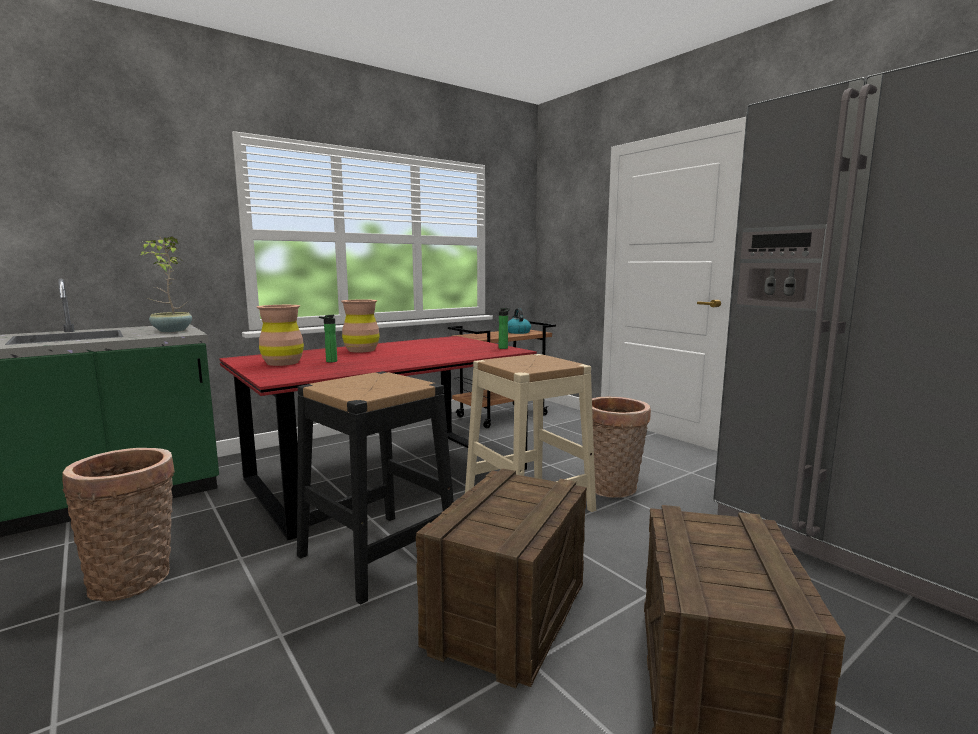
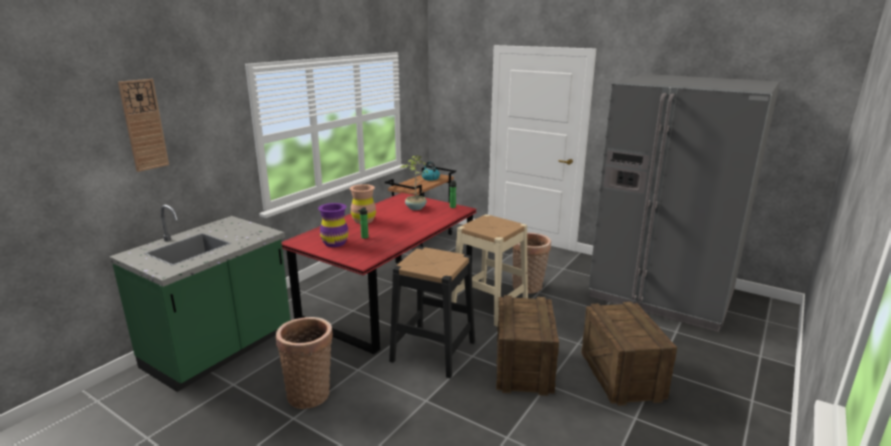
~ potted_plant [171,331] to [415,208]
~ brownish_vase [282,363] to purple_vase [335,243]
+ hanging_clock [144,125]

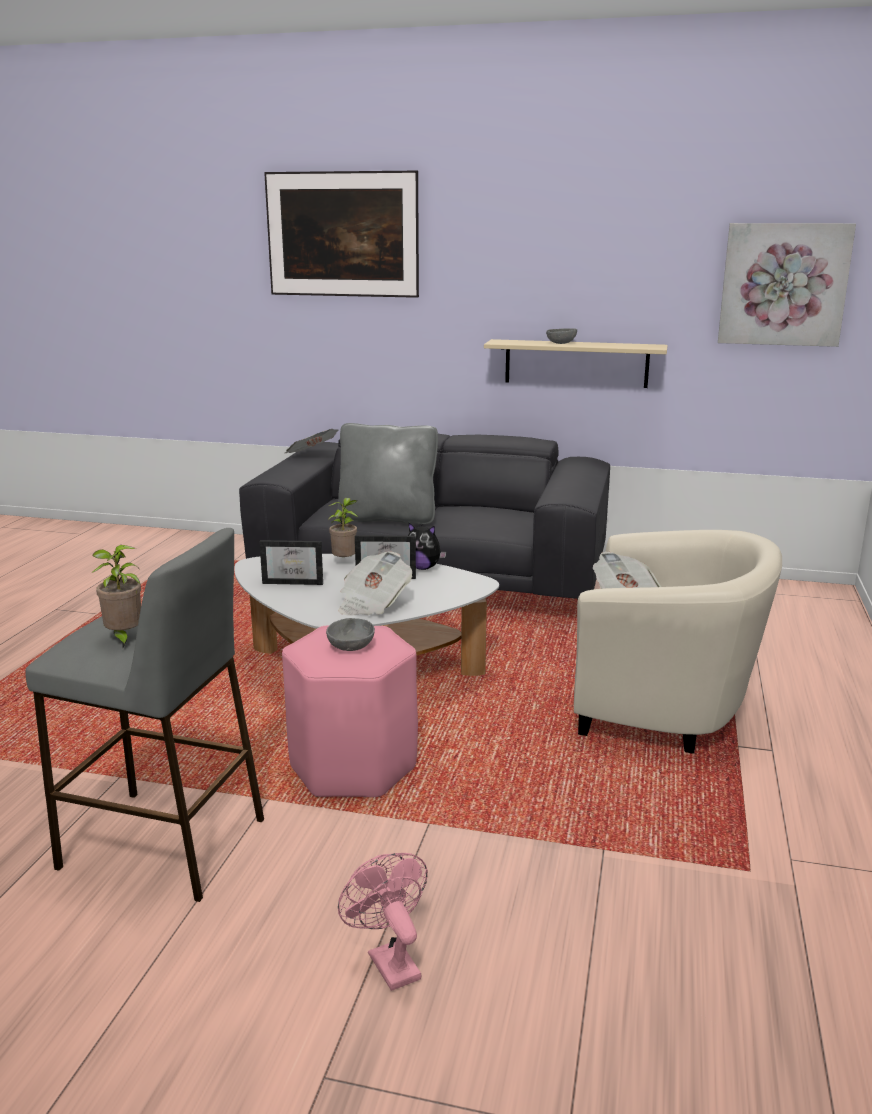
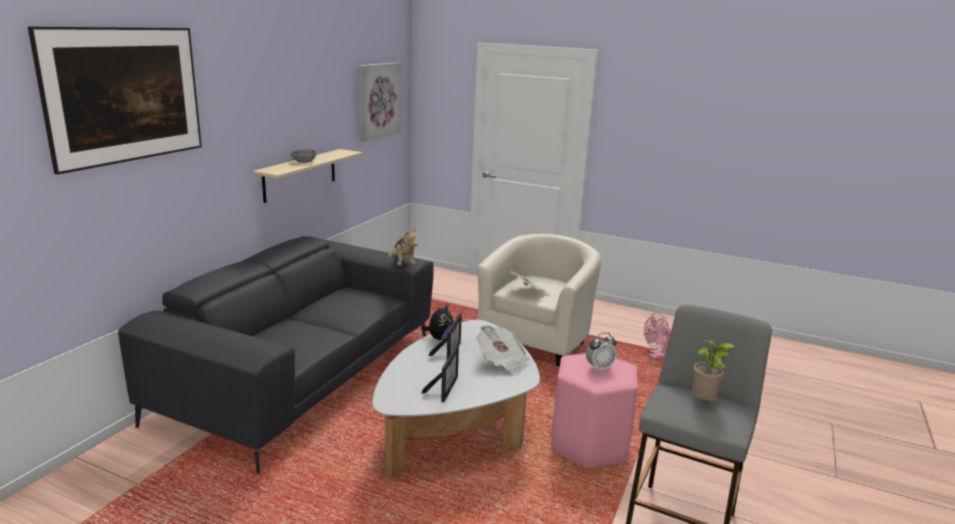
- newspaper [311,456]
~ grey_serving_bowl [352,647] to table_clock [599,368]
- potted_plant [345,562]
- grey_pillow [387,518]
~ pink_electric_fan [389,960] to [656,356]
+ soft_toy [402,264]

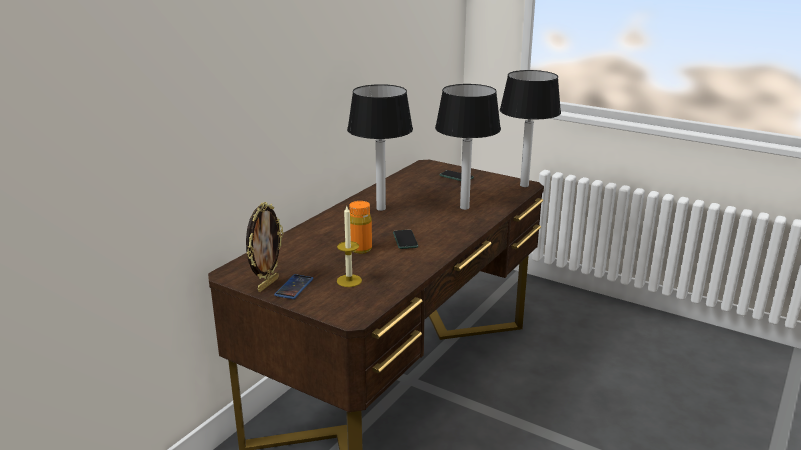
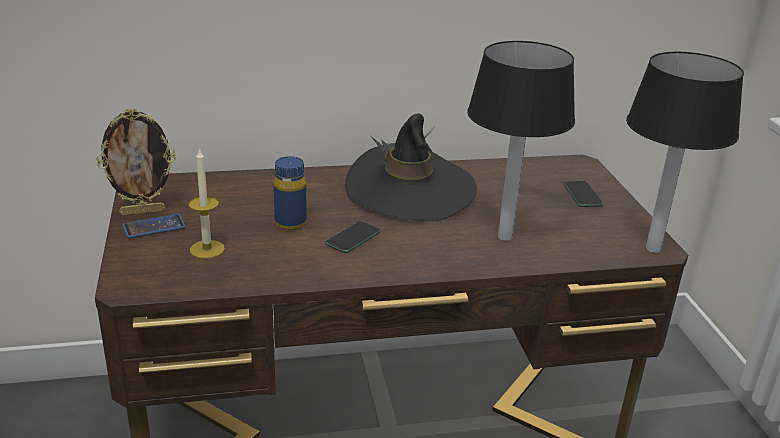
~ lamp_for_a_table [381,208] to black_wearable_hat [410,190]
~ orange_beverage_bottle [360,249] to bluish_beverage_bottle [290,223]

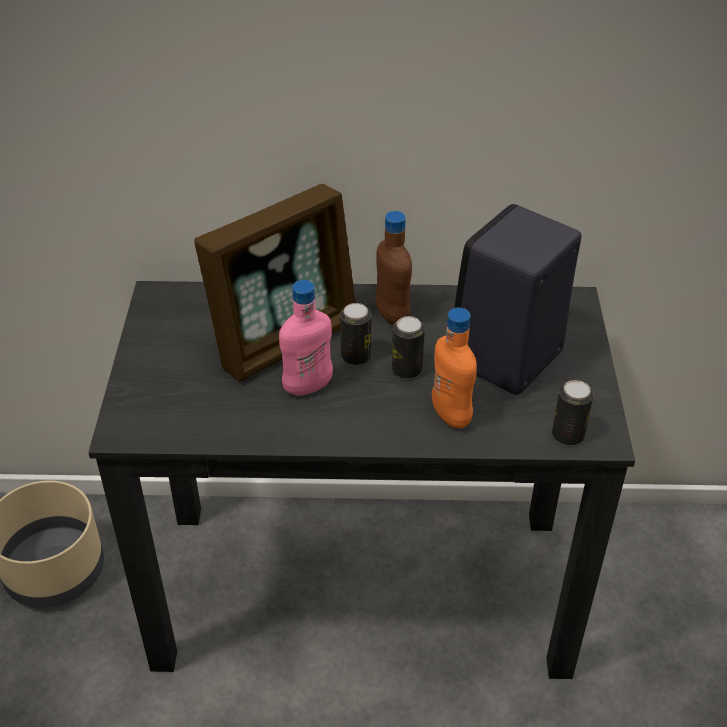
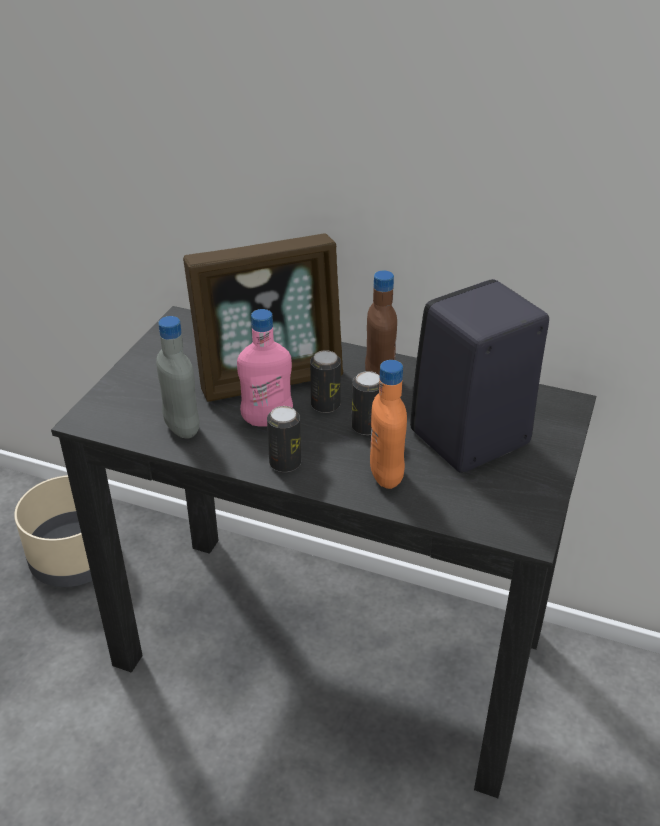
~ sealed_can [568,435] to [285,463]
+ grey_beverage_bottle [182,428]

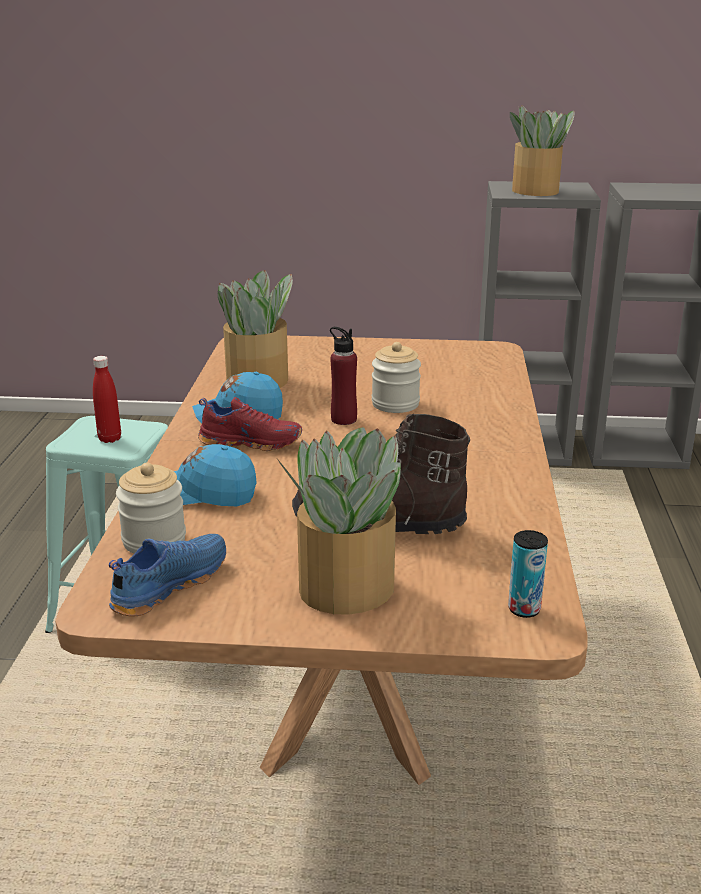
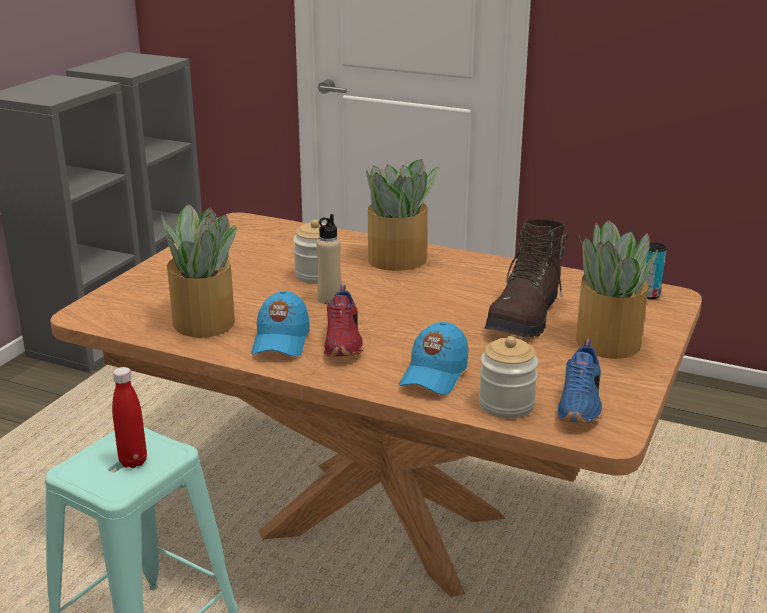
~ bluish_low_shoe [168,585] = [581,405] 135 degrees counterclockwise
~ red_low_shoe [251,442] = [344,342] 150 degrees clockwise
~ red_beverage_bottle [343,419] to beige_beverage_bottle [329,299]
~ potted_plant [535,191] to [398,260]

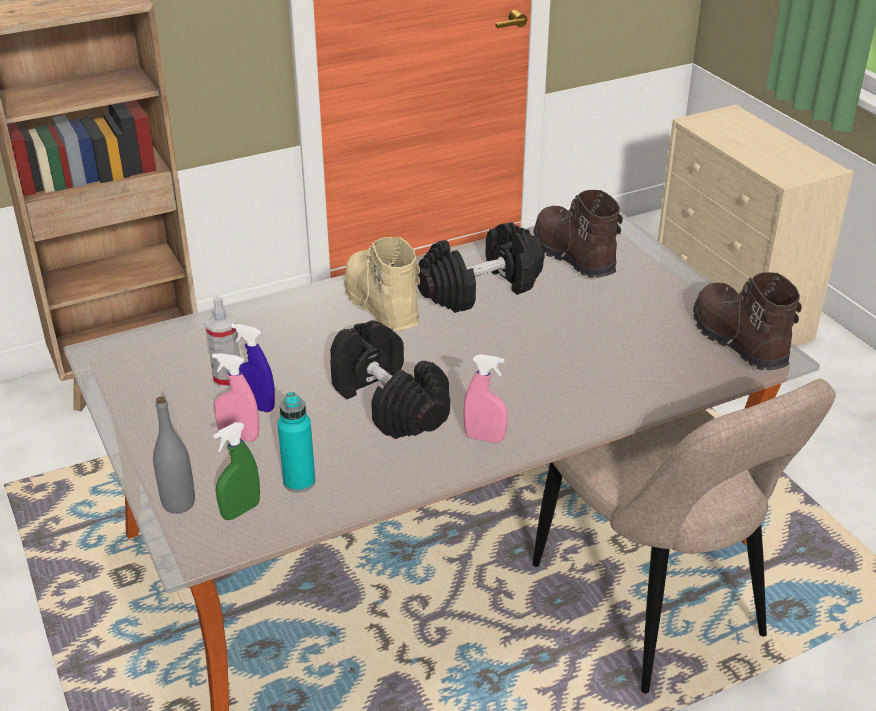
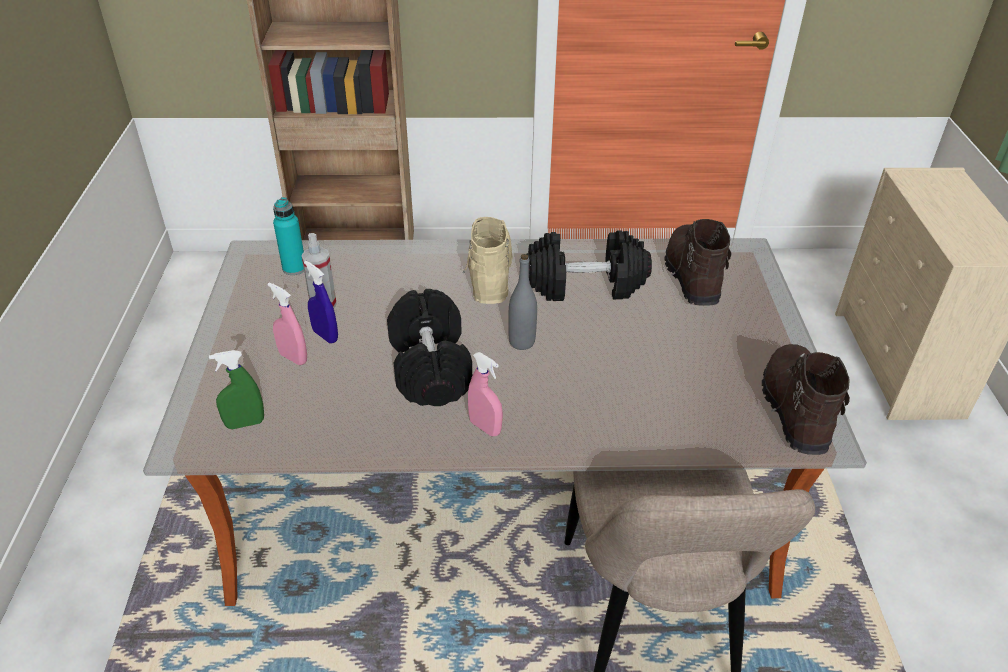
~ grey_beverage_bottle [178,503] to [521,342]
~ turquoise-coloured_beverage_bottle [299,482] to [294,268]

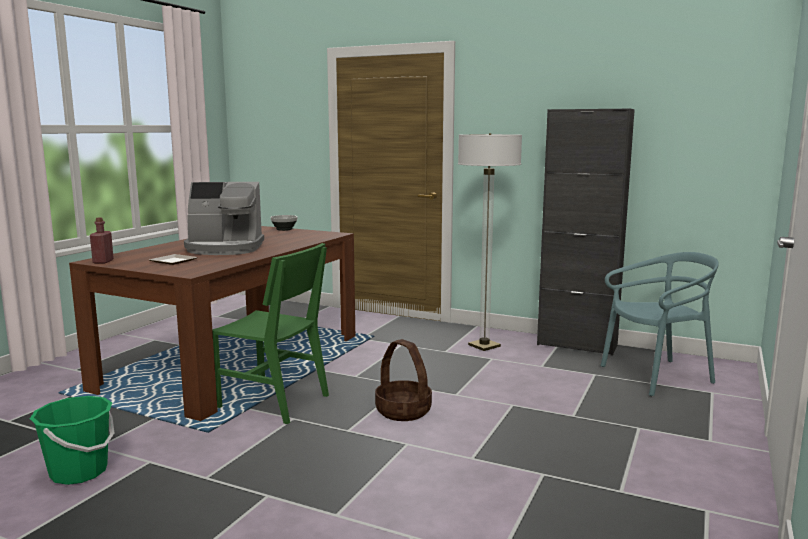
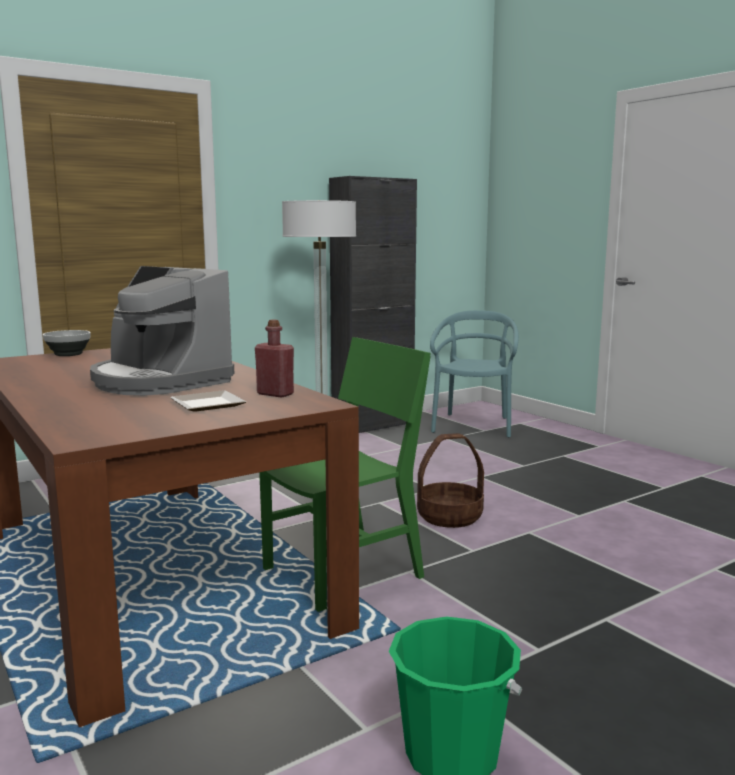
~ red_beverage_bottle [103,262] to [275,394]
~ coffee_machine [224,248] = [159,381] 105 degrees clockwise

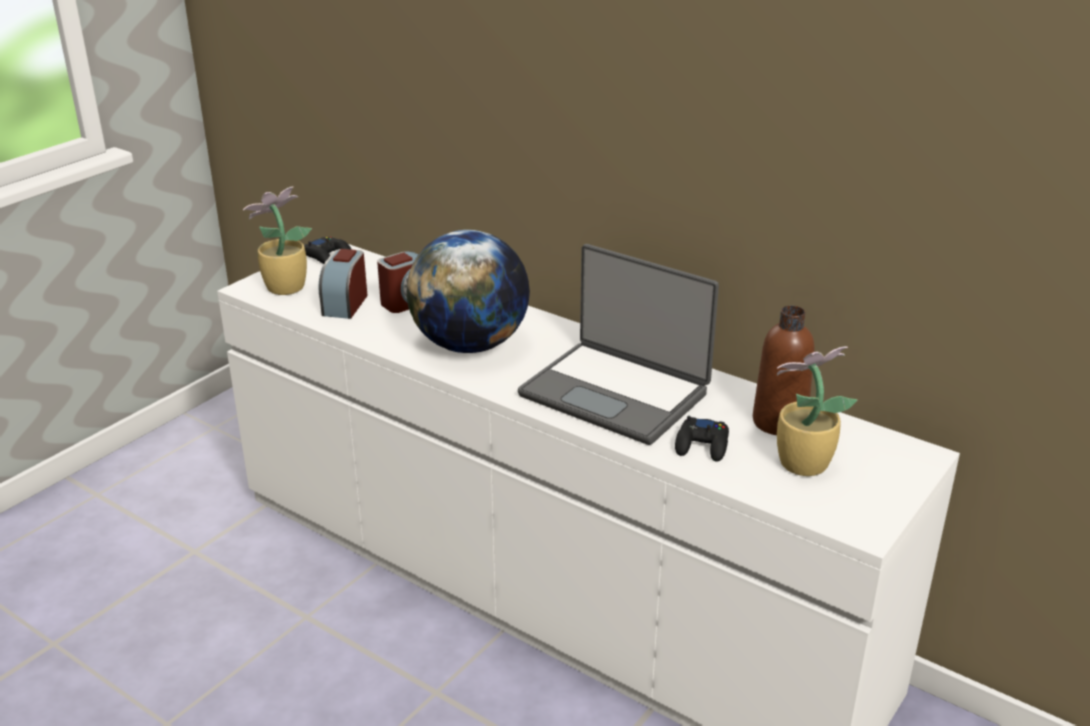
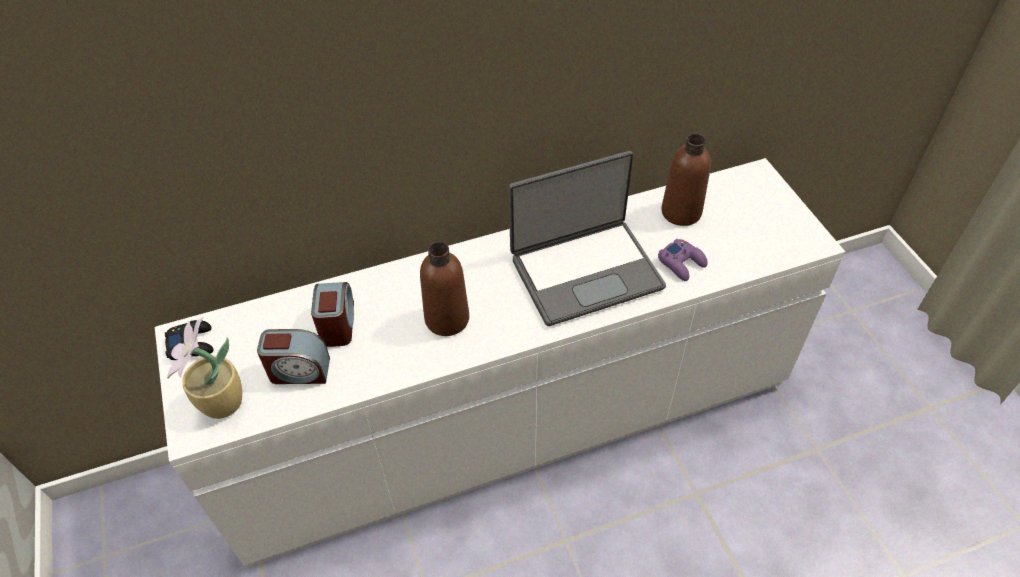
~ table_clock [345,304] = [299,371] 45 degrees counterclockwise
~ globe [470,345] to brownish_beverage_bottle [447,319]
~ black_game_controller [702,445] to purple_game_controller [682,263]
- potted_plant [800,464]

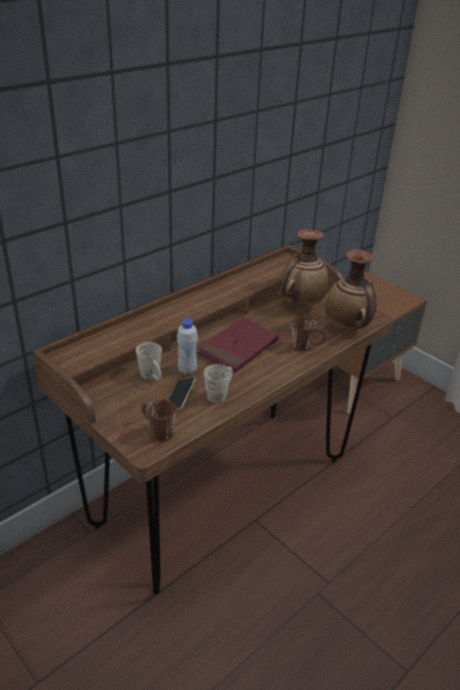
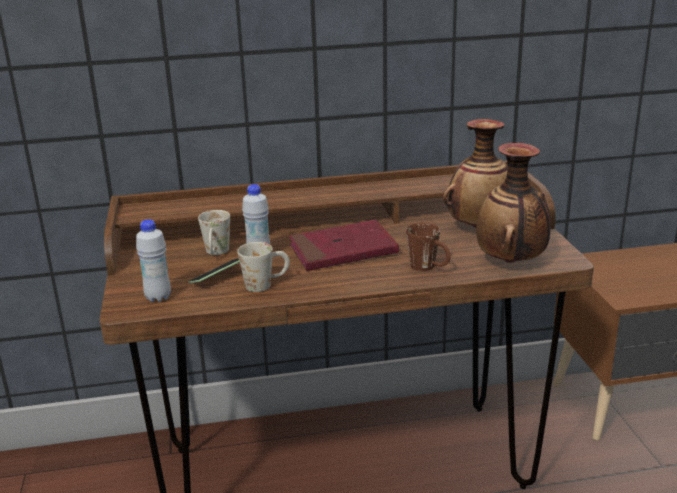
~ brownish_tea_mug [157,431] to whitish_beverage_bottle [158,297]

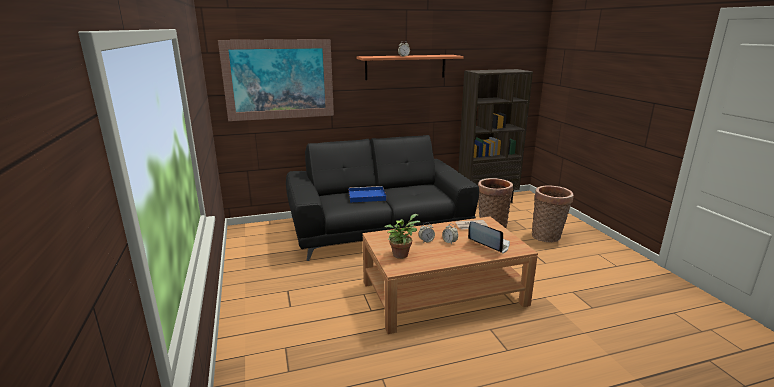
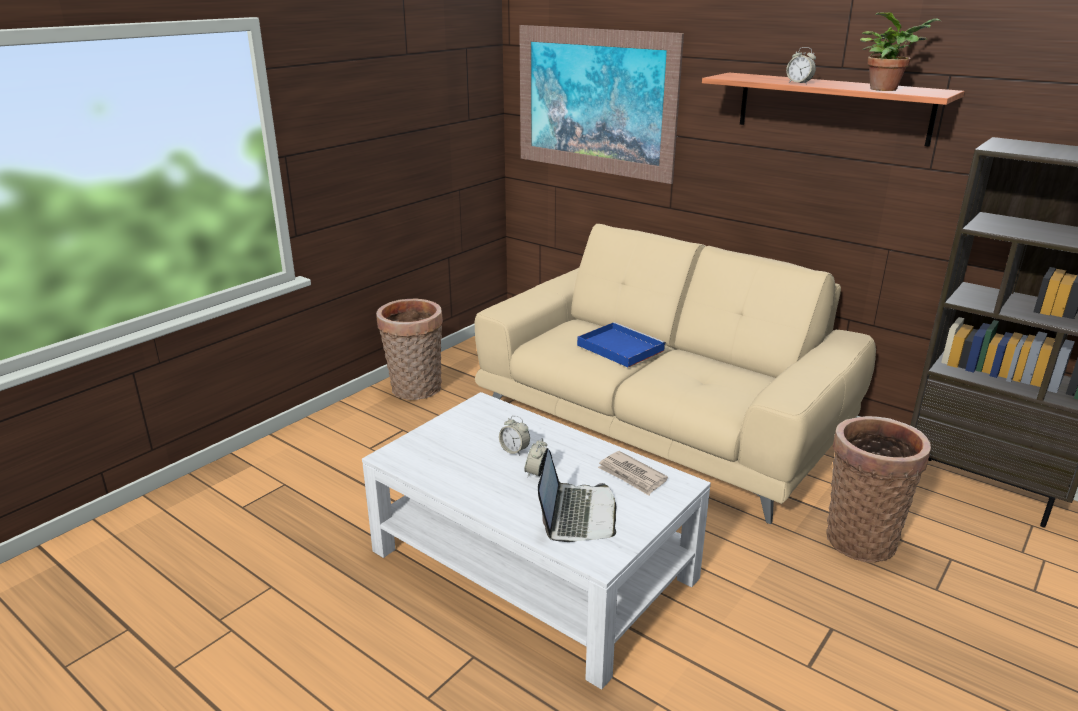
~ black_settee [379,229] to beige_settee [661,423]
~ brownish_low_table [444,293] to whitish_low_table [534,565]
~ potted_plant [401,254] to [886,89]
~ household_basket [547,237] to [415,391]

